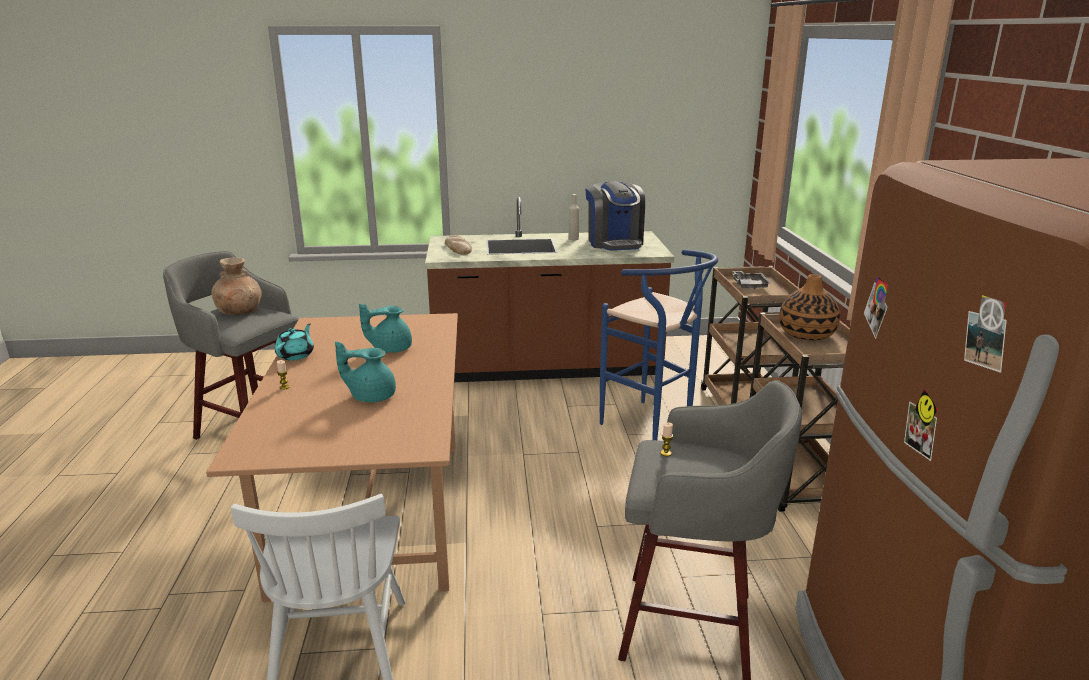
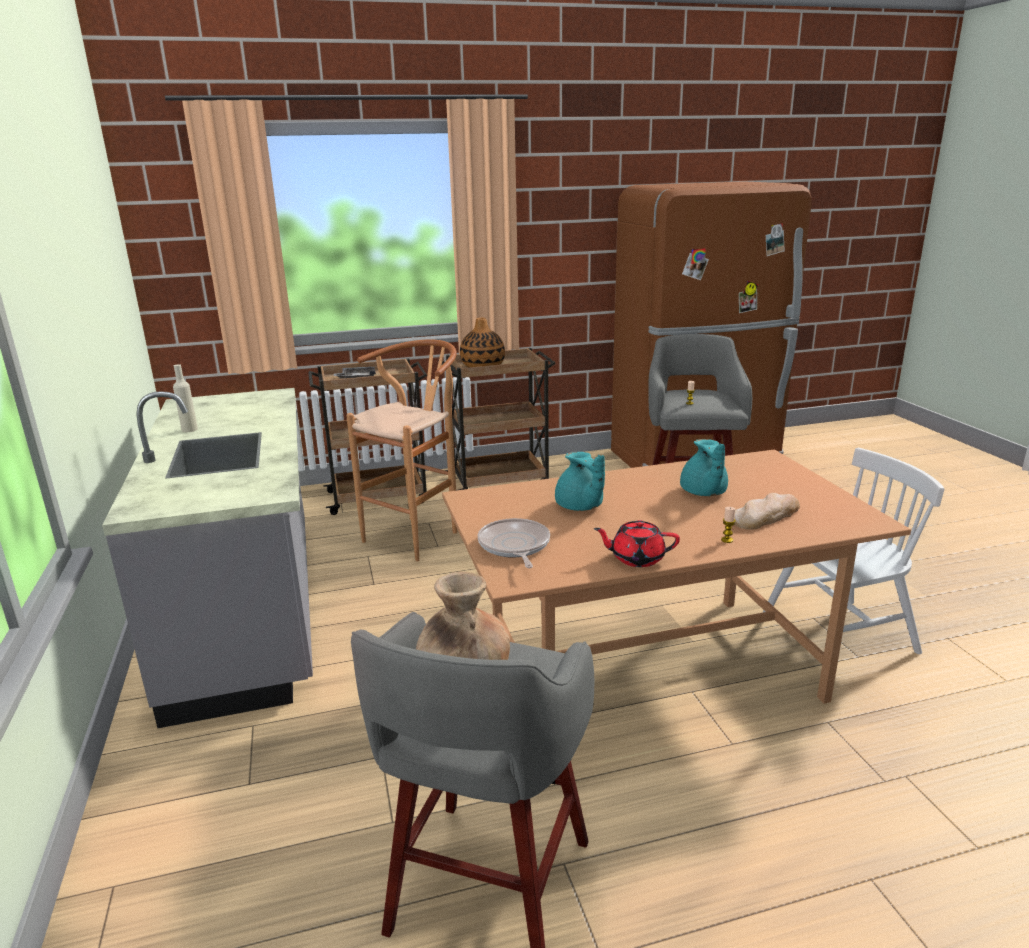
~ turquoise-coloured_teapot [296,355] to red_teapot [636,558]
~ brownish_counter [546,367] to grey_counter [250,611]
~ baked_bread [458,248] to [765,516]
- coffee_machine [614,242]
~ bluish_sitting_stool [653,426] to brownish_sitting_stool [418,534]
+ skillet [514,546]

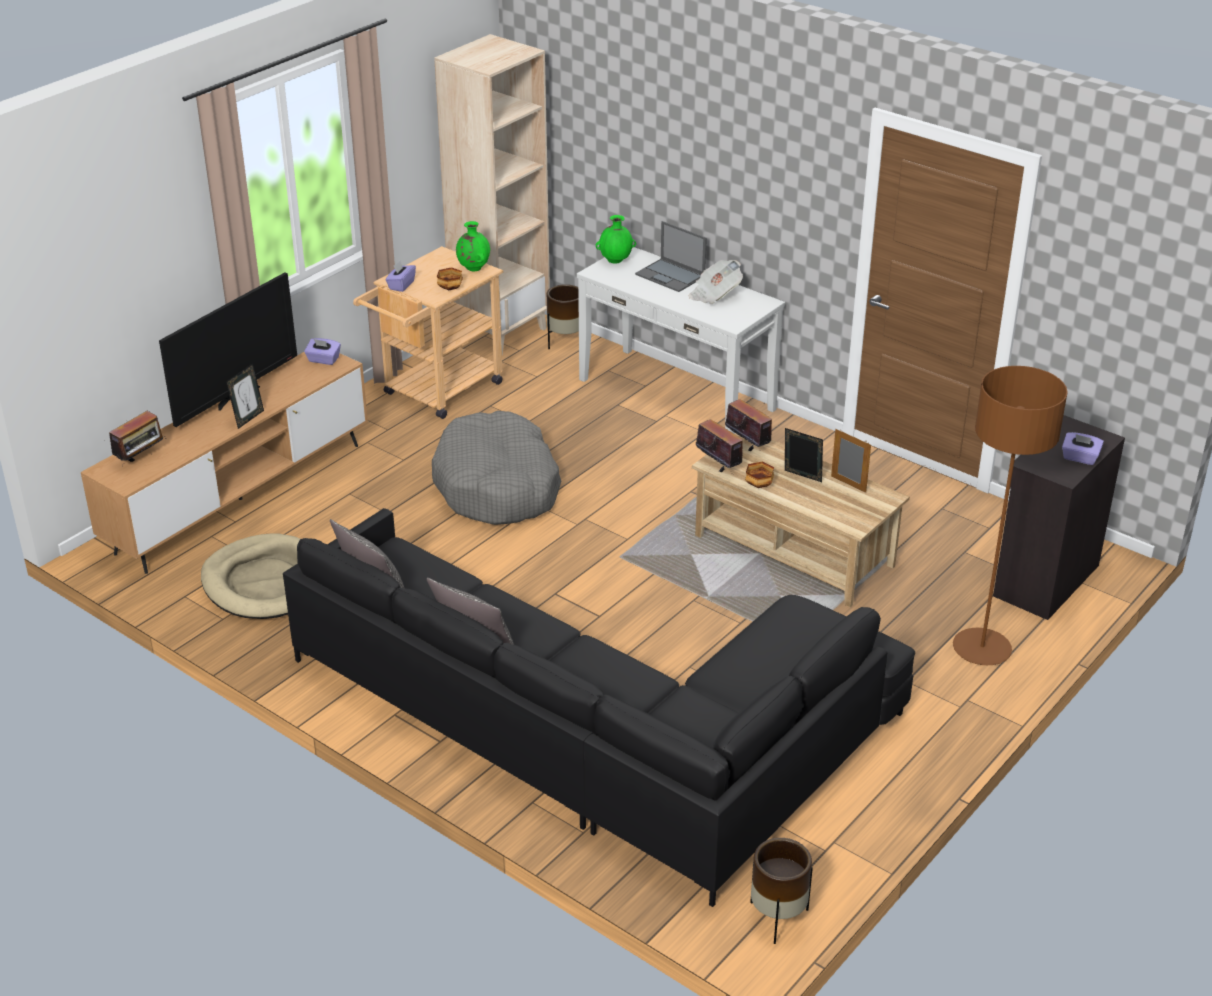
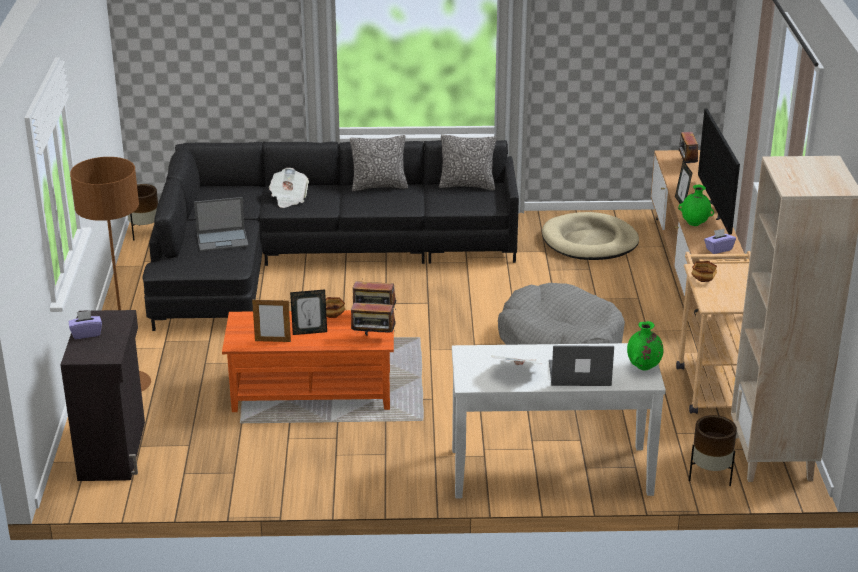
- purple_tissue_box [401,285]
~ green_vase [473,268] to [694,224]
~ beige_low_table [793,551] to orange_low_table [312,391]
+ laptop [223,240]
+ newspaper [289,198]

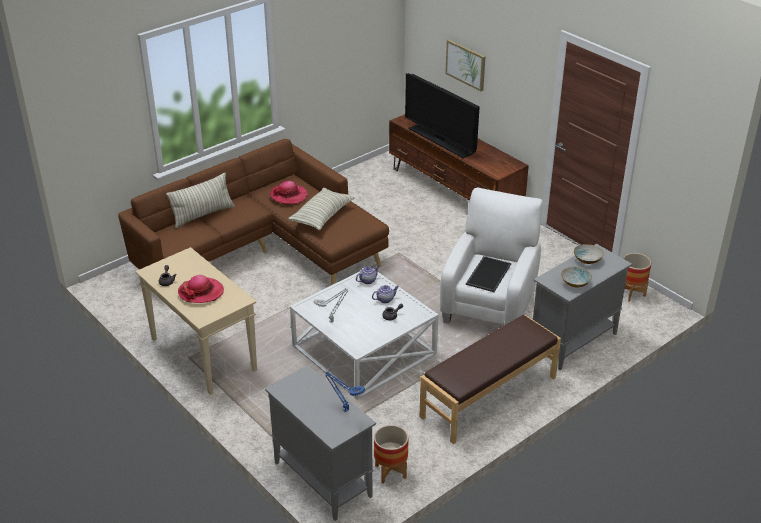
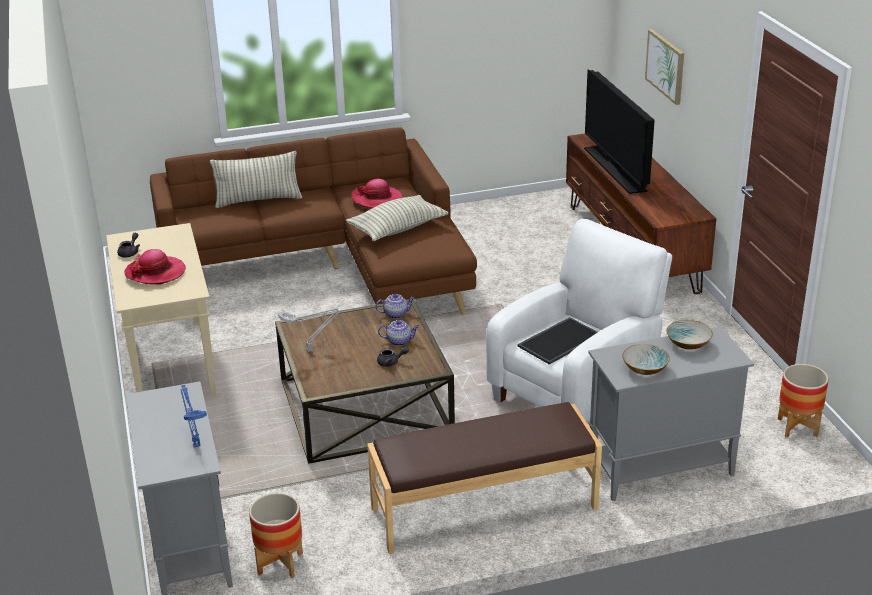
~ whitish_low_table [363,350] to brownish_low_table [364,406]

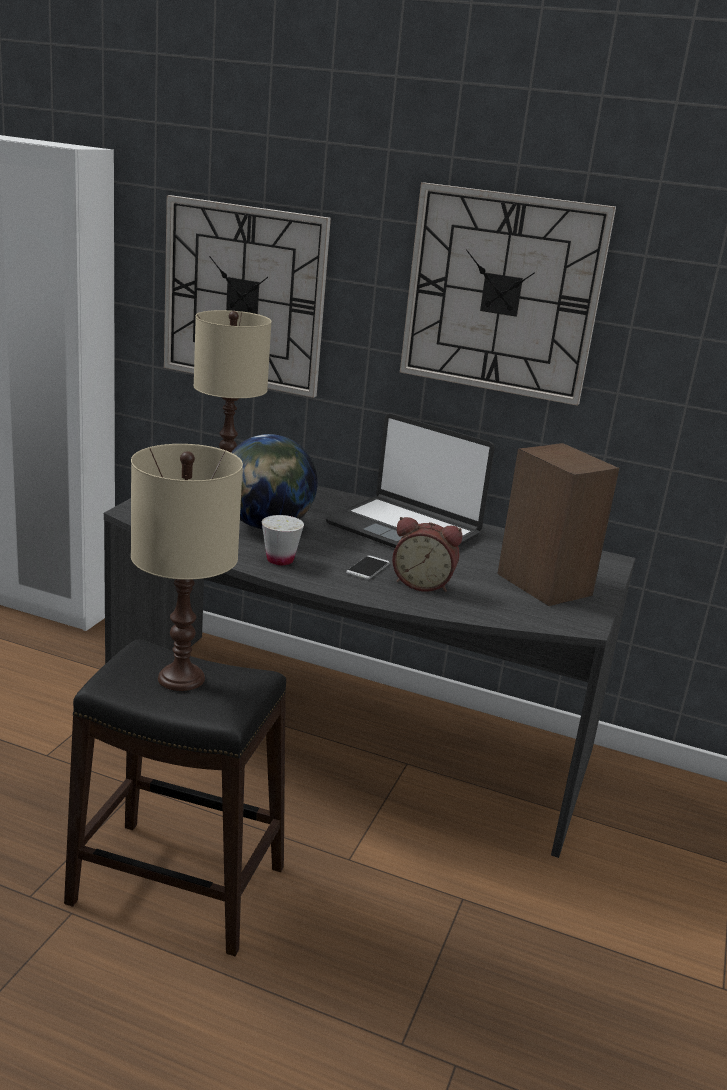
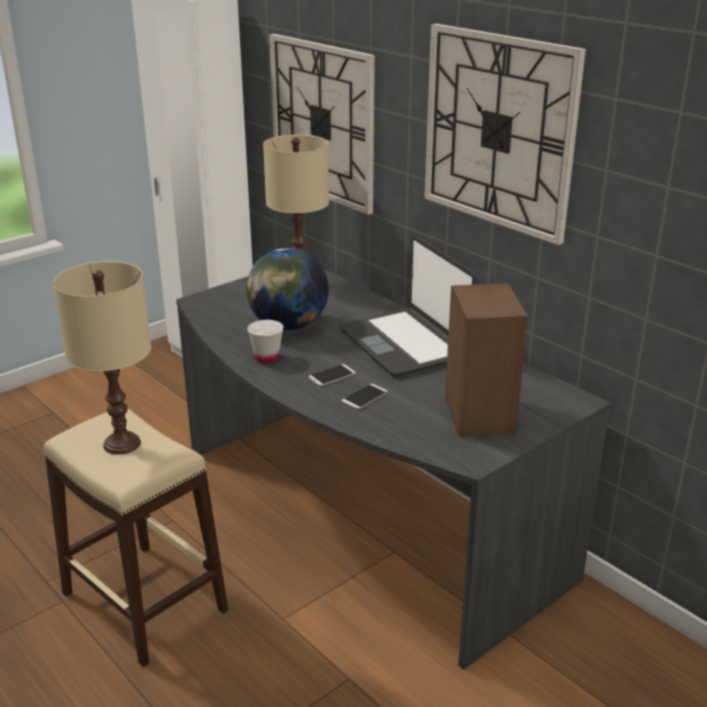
~ black_sitting_stool [178,886] to beige_sitting_stool [144,603]
~ table_clock [423,583] to telephone [364,397]

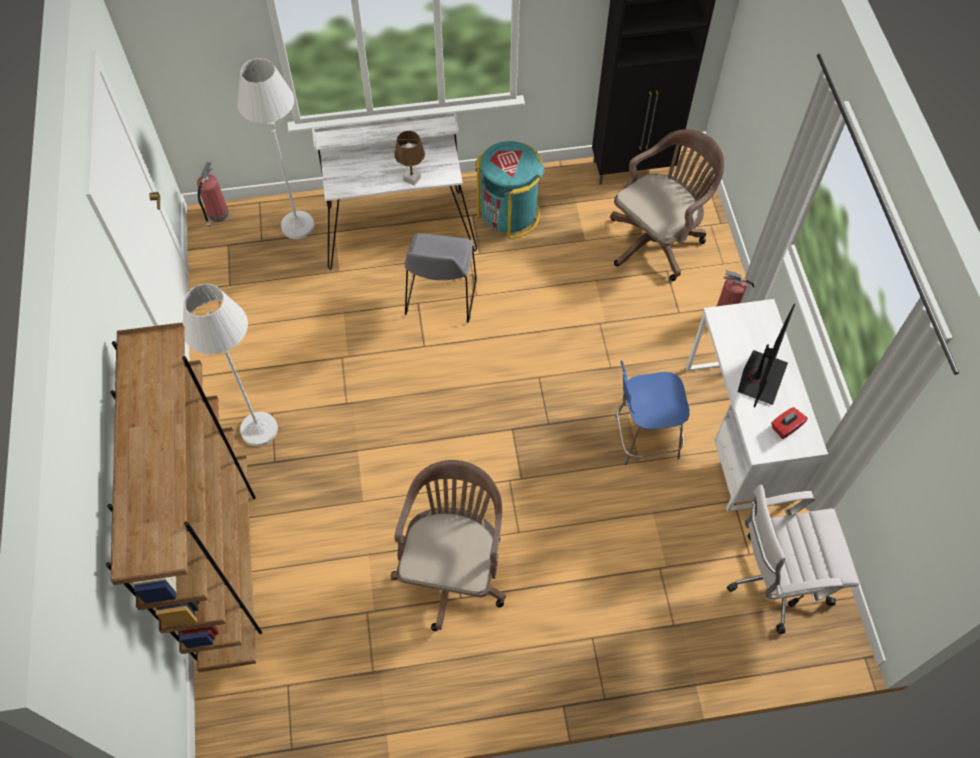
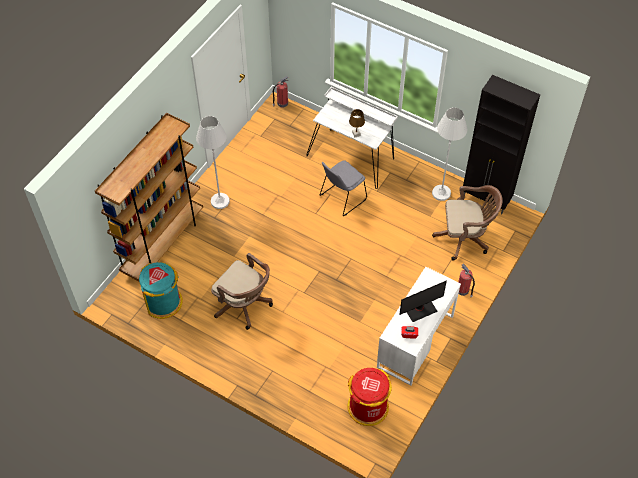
~ whitish_standing_lamp [297,225] to [441,193]
~ brownish_office_chair [453,567] = [244,305] 75 degrees clockwise
~ turquoise-coloured_waste_bin [509,213] to [163,302]
- bluish_sitting_stool [644,437]
~ whitish_office_chair [774,581] to red_waste_bin [368,407]

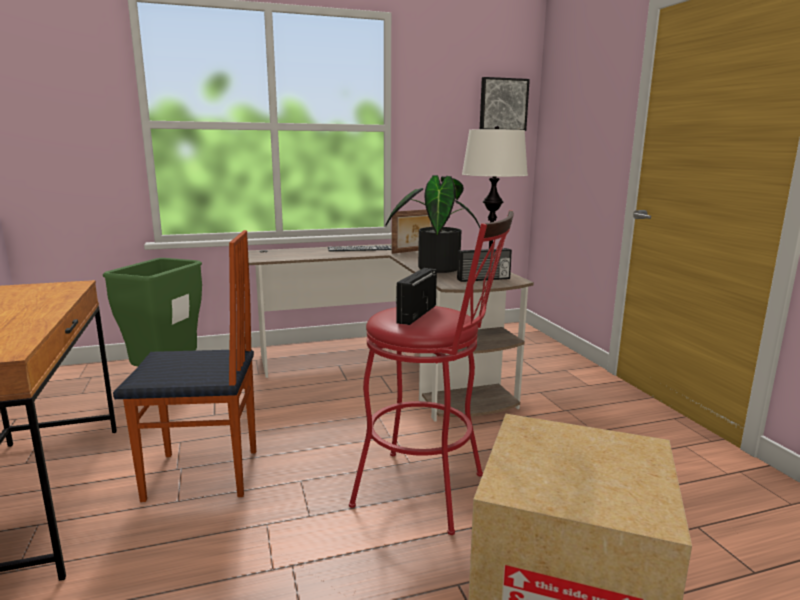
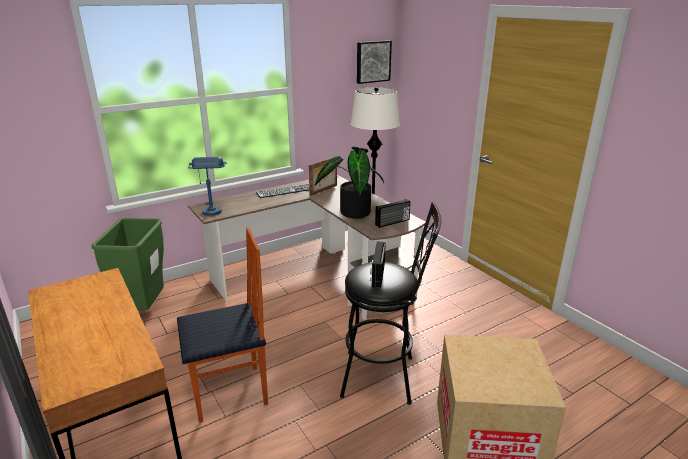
~ red_sitting_stool [430,492] to black_sitting_stool [385,377]
+ bluish_lamp_for_a_table [212,209]

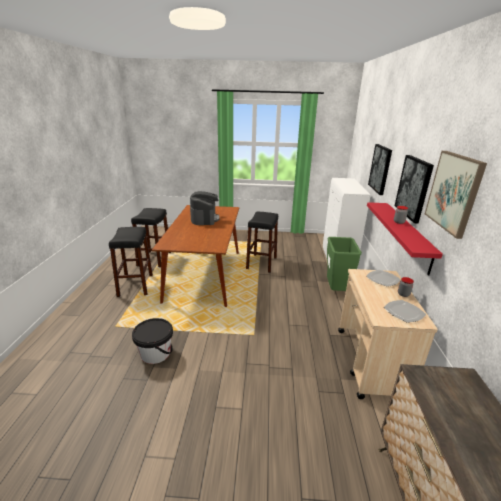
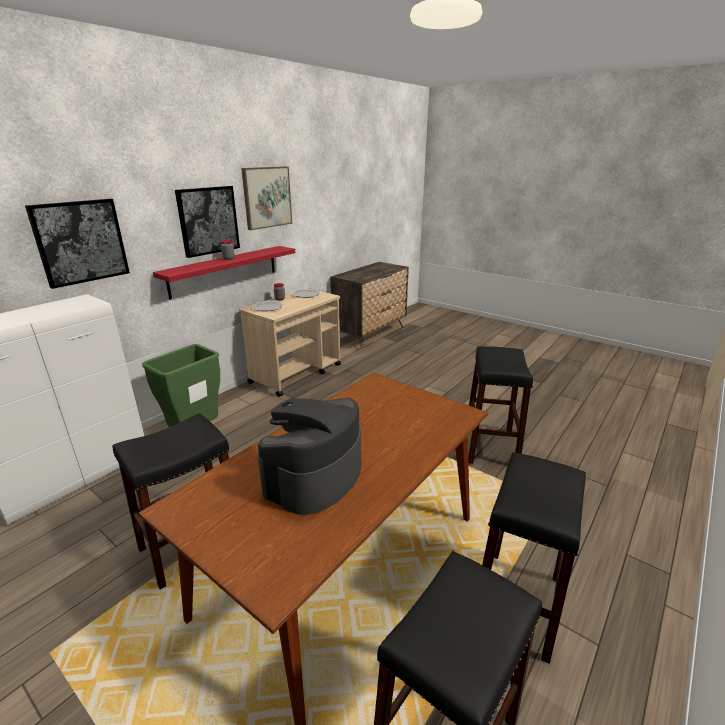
~ black_pail [155,353] to black_sitting_stool [490,445]

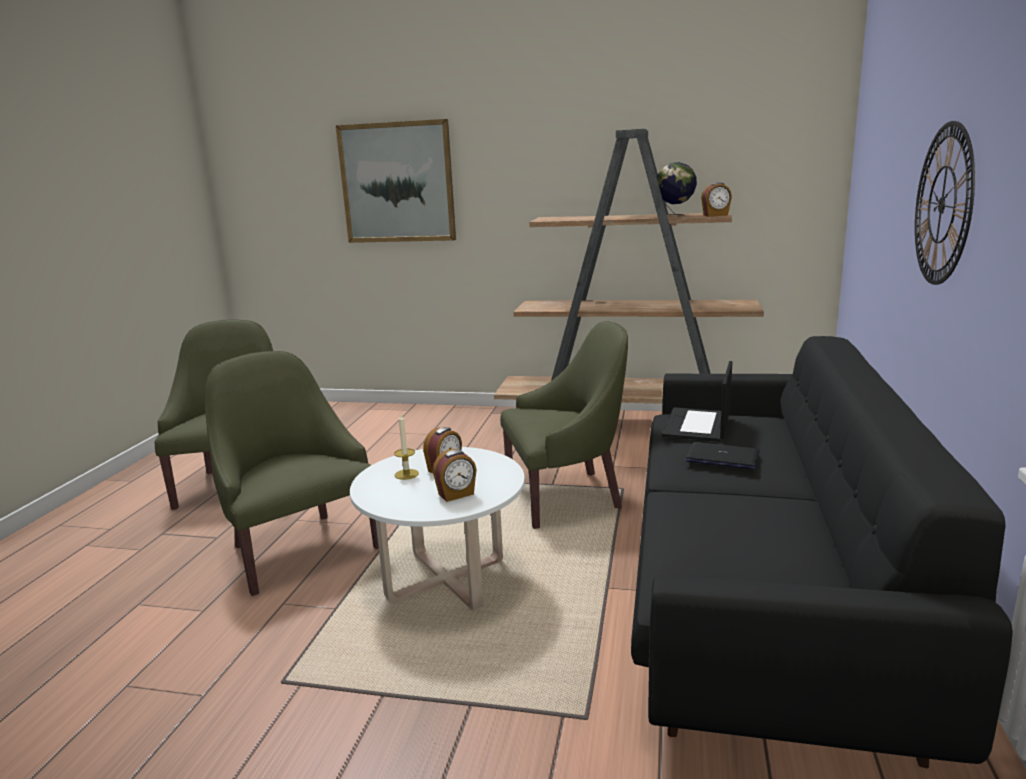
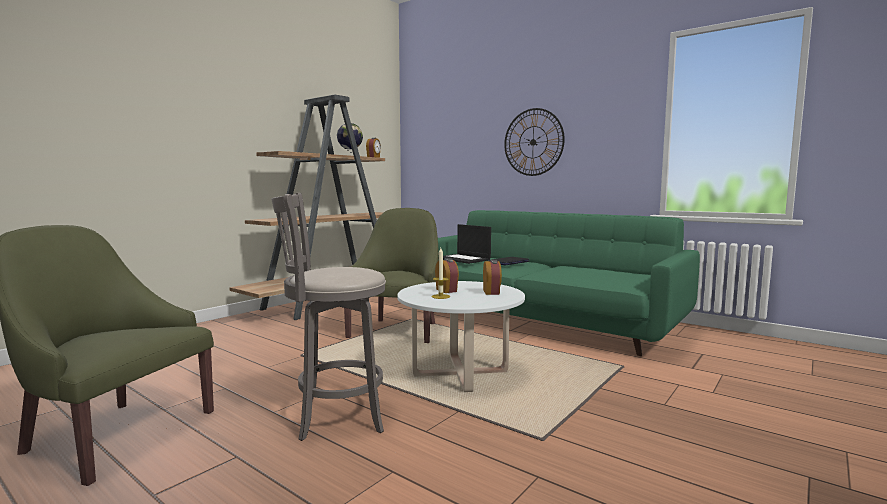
~ green_lounge_chair [299,548] to grey_sitting_stool [335,415]
- picture [397,183]
~ black_settee [759,587] to green_settee [542,320]

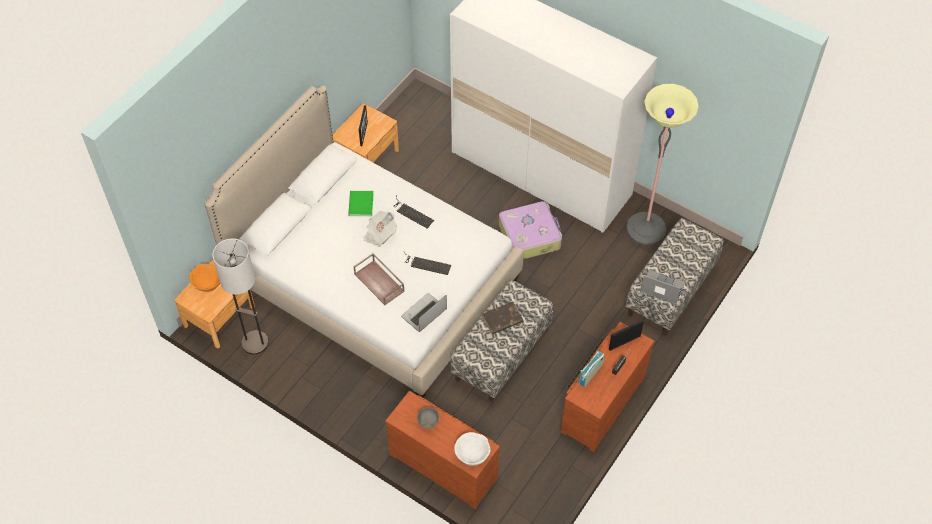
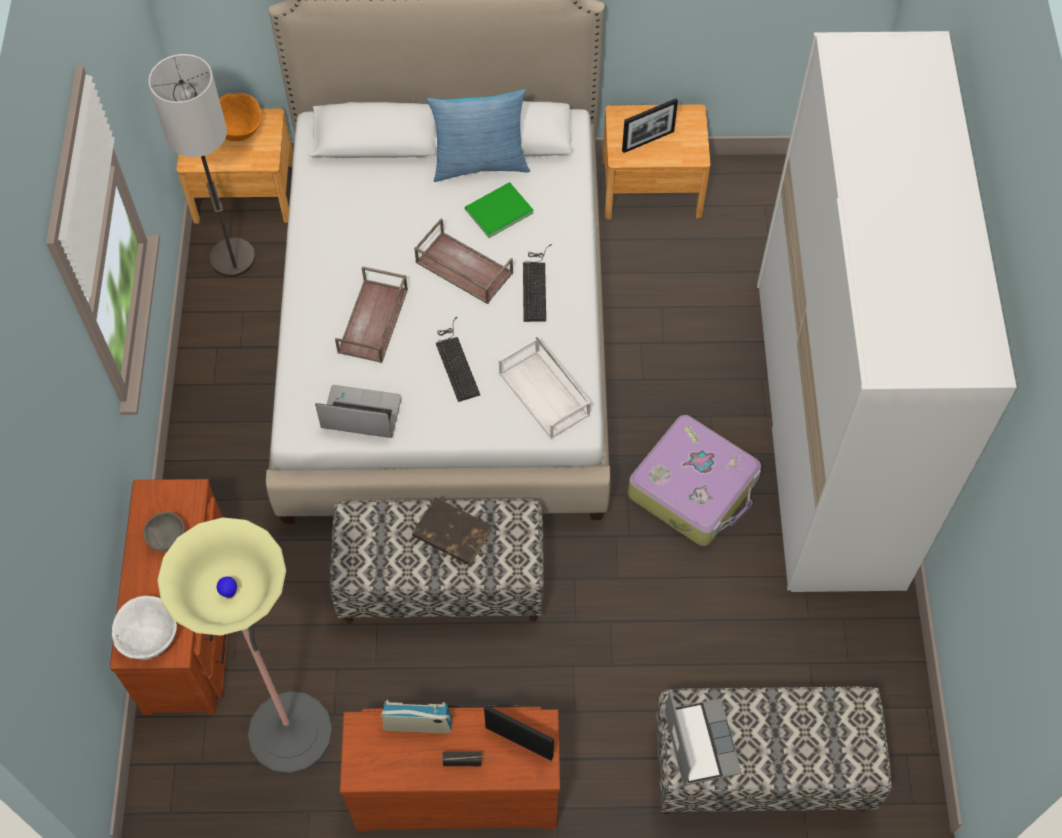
~ newspaper [380,234] to brownish_serving_tray [462,268]
~ standing_lamp [646,229] to [290,733]
+ pillow [480,163]
+ whitish_serving_tray [545,394]

